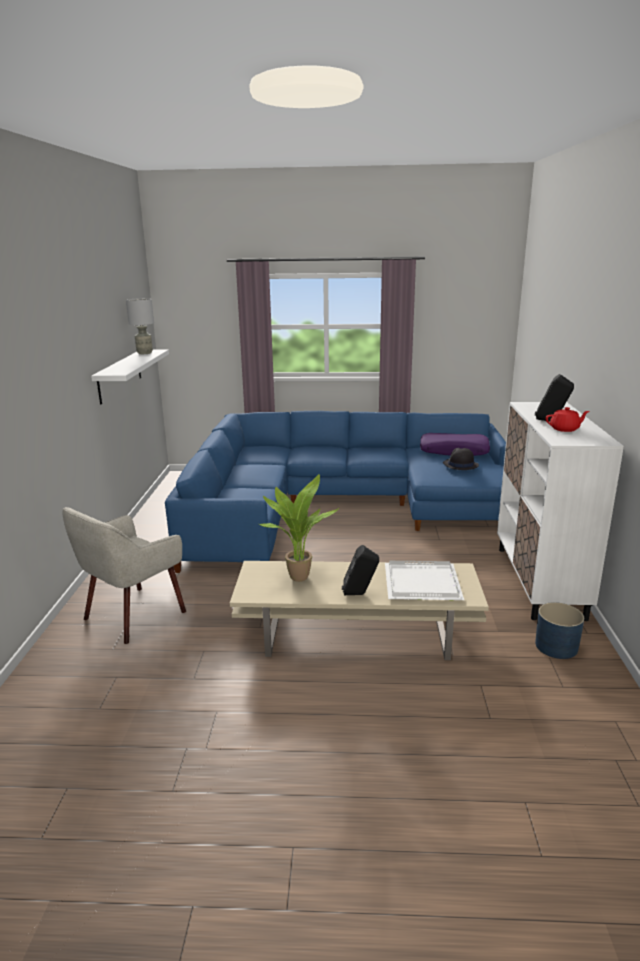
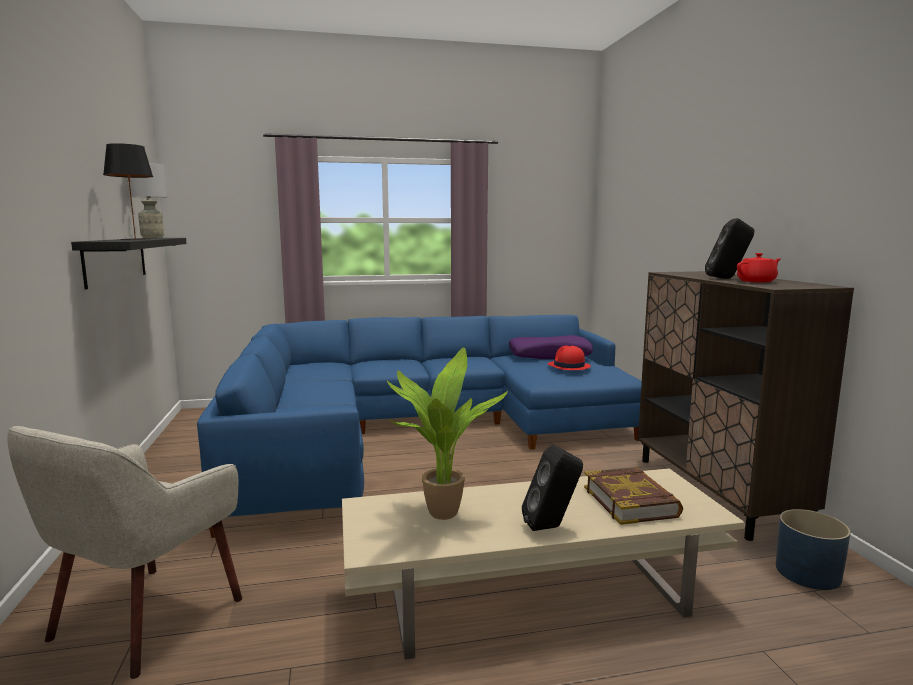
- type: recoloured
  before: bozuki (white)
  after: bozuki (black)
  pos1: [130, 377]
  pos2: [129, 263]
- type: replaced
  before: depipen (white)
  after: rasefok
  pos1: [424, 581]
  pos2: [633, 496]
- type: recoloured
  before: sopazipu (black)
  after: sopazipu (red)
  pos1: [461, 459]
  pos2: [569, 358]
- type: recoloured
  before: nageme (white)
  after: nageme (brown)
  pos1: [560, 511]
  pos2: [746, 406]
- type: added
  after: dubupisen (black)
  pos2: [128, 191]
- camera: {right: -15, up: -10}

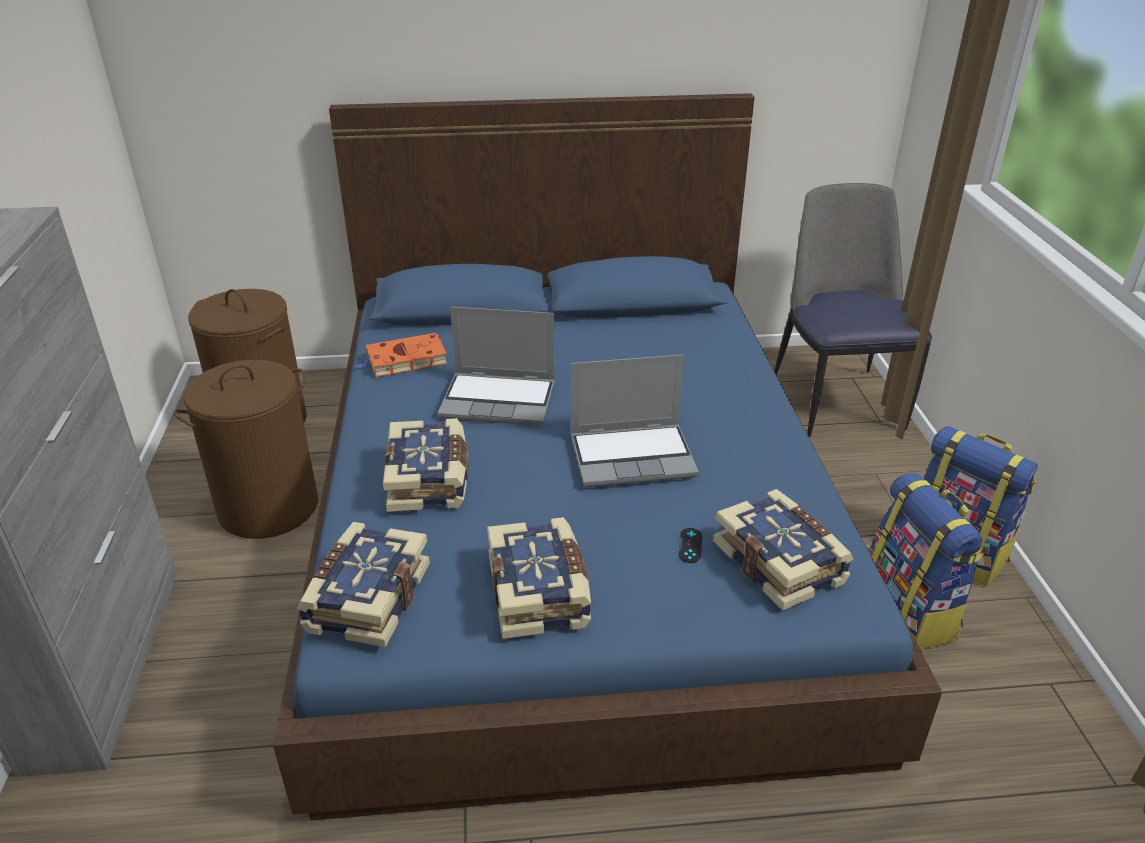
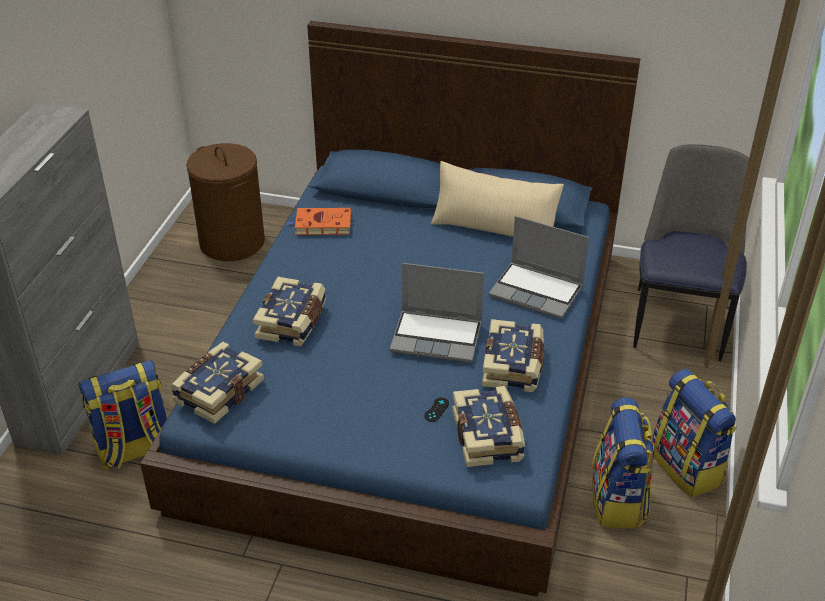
- type: removed
  before: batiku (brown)
  pos1: [246, 449]
- type: moved
  before: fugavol
  pos1: [496, 366]
  pos2: [539, 267]
- type: moved
  before: rasefok
  pos1: [539, 578]
  pos2: [513, 355]
- type: added
  after: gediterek
  pos2: [122, 415]
- type: added
  after: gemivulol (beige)
  pos2: [497, 199]
- camera: {right: 20, up: 5}

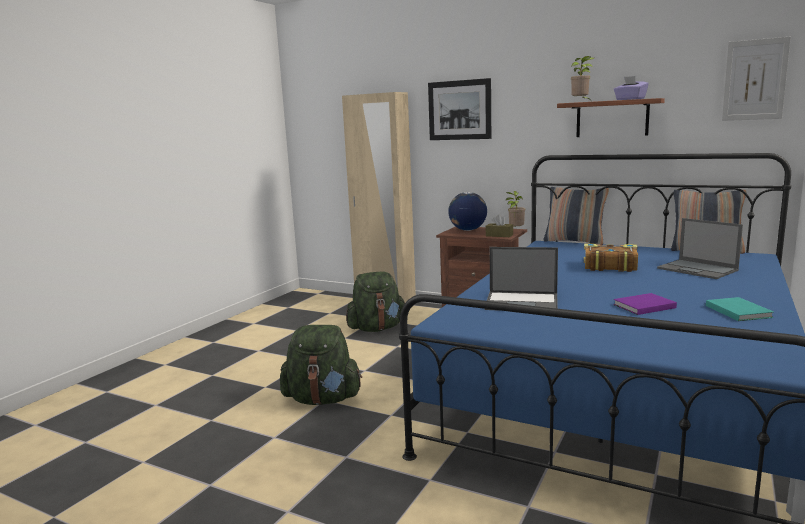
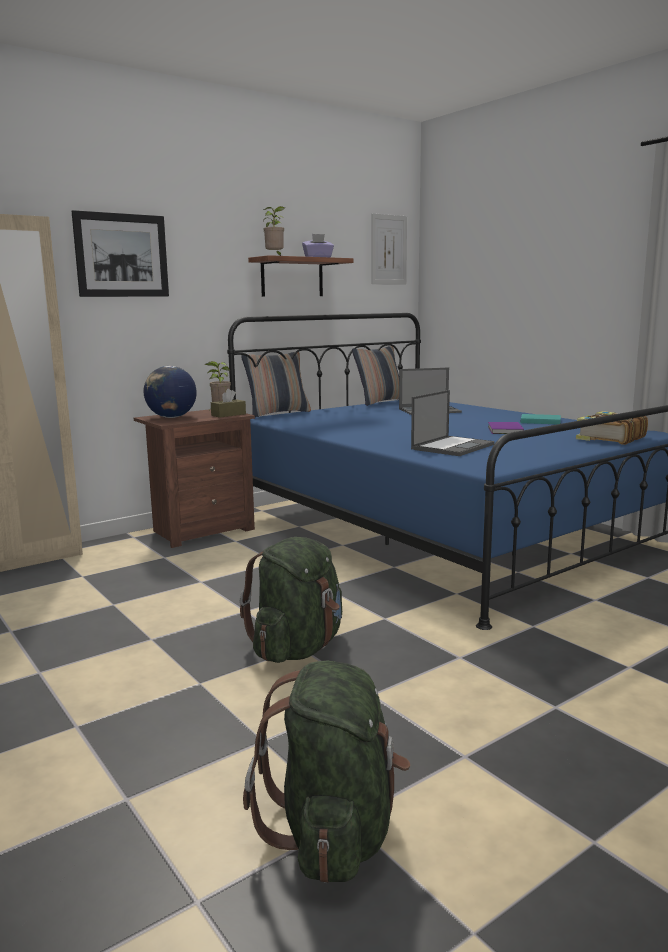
- type: moved
  before: gediterek (green)
  pos1: [375, 302]
  pos2: [326, 771]
- type: moved
  before: rasefok
  pos1: [611, 257]
  pos2: [612, 428]
- camera: {right: -65, up: 0}

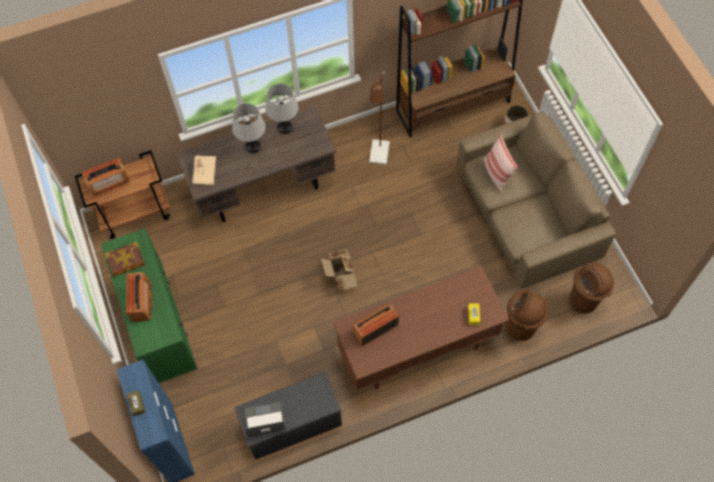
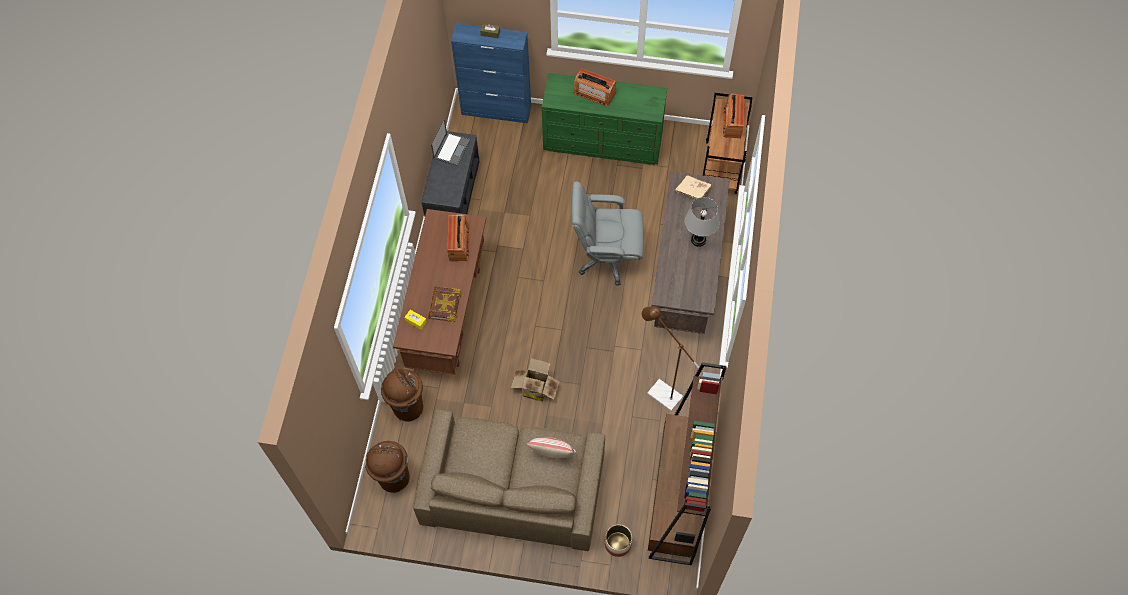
- type: moved
  before: rasefok
  pos1: [125, 259]
  pos2: [444, 304]
- type: removed
  before: dubupisen (grey)
  pos1: [282, 109]
- type: moved
  before: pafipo
  pos1: [339, 270]
  pos2: [535, 380]
- type: added
  after: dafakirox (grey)
  pos2: [607, 233]
- camera: {right: 120, up: 0}

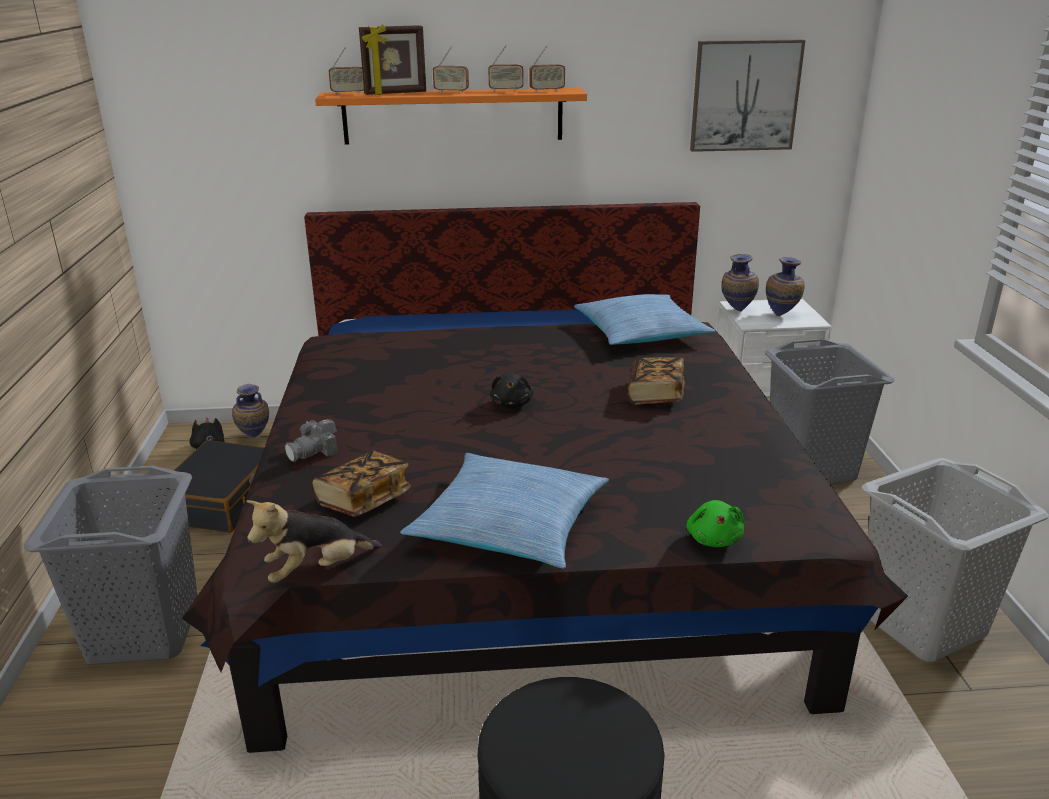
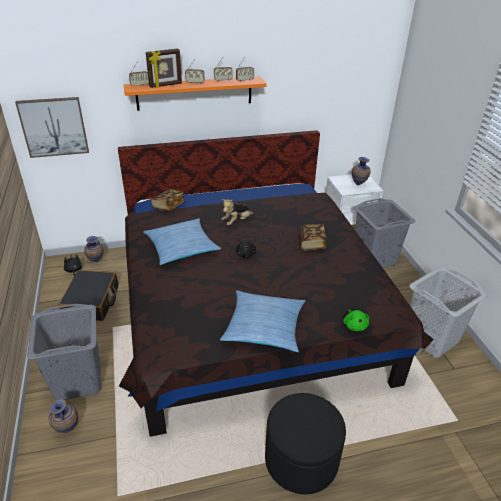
- type: moved
  before: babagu
  pos1: [313, 541]
  pos2: [238, 212]
- type: removed
  before: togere
  pos1: [311, 440]
- type: moved
  before: rasefok
  pos1: [361, 483]
  pos2: [168, 200]
- type: moved
  before: gemivulol
  pos1: [644, 319]
  pos2: [182, 241]
- type: moved
  before: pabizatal
  pos1: [747, 96]
  pos2: [52, 127]
- type: moved
  before: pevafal
  pos1: [740, 283]
  pos2: [63, 416]
- camera: {right: -10, up: 10}

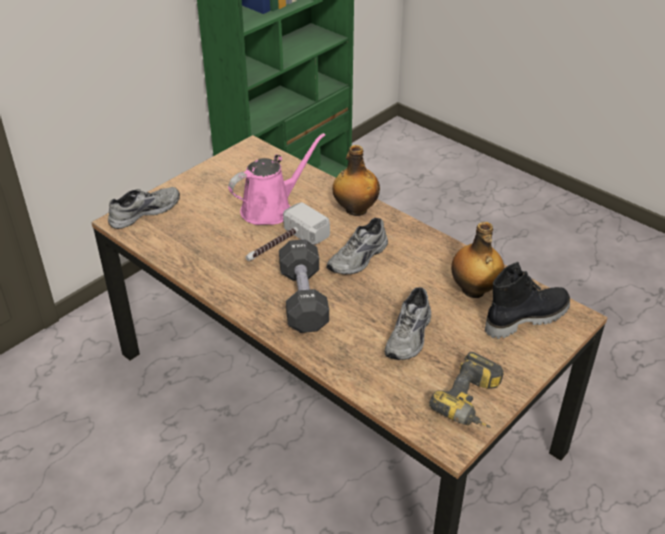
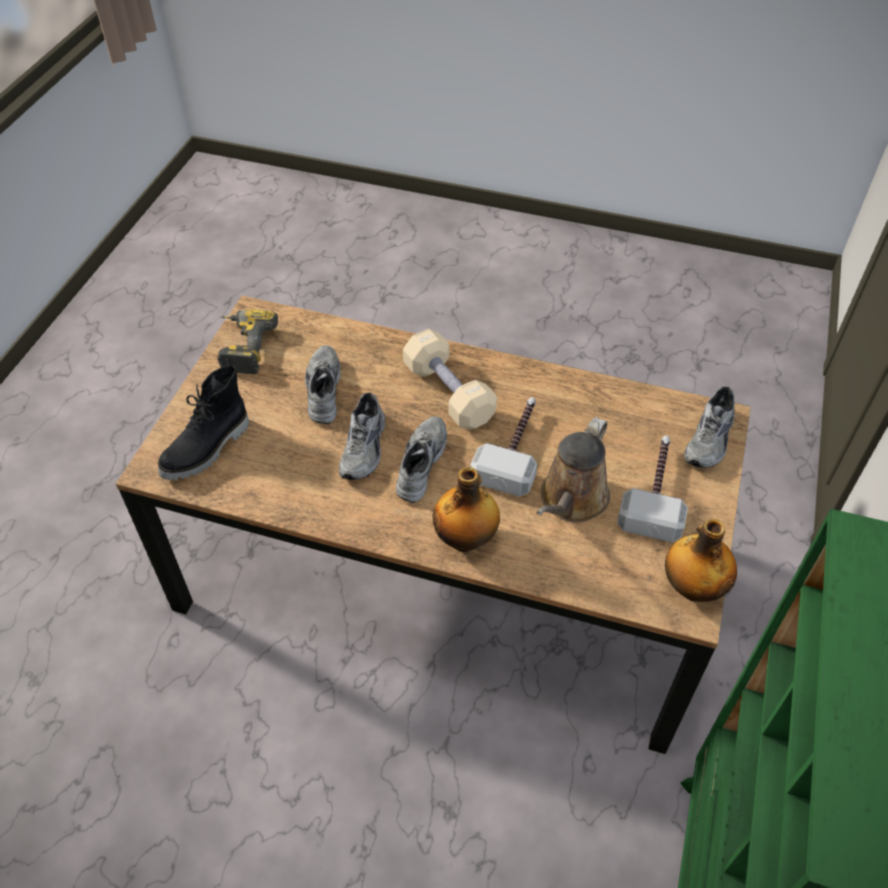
- type: recoloured
  before: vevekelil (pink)
  after: vevekelil (brown)
  pos1: [276, 179]
  pos2: [573, 469]
- type: recoloured
  before: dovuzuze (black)
  after: dovuzuze (beige)
  pos1: [304, 286]
  pos2: [450, 379]
- type: moved
  before: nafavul
  pos1: [477, 260]
  pos2: [701, 560]
- type: added
  after: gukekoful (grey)
  pos2: [362, 436]
- type: added
  after: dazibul
  pos2: [652, 489]
- camera: {right: 155, up: 10}

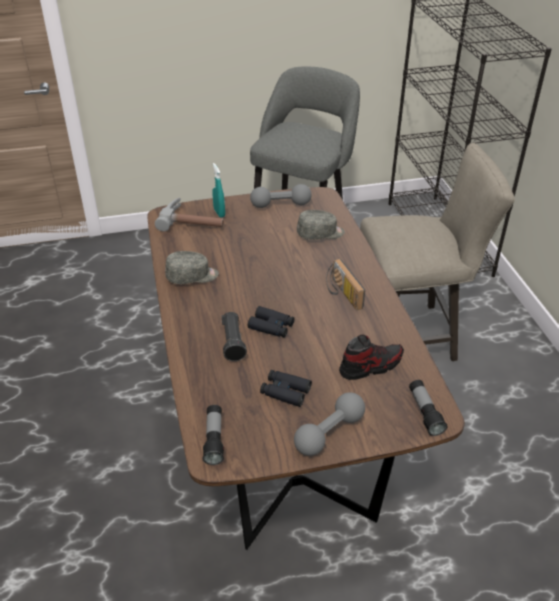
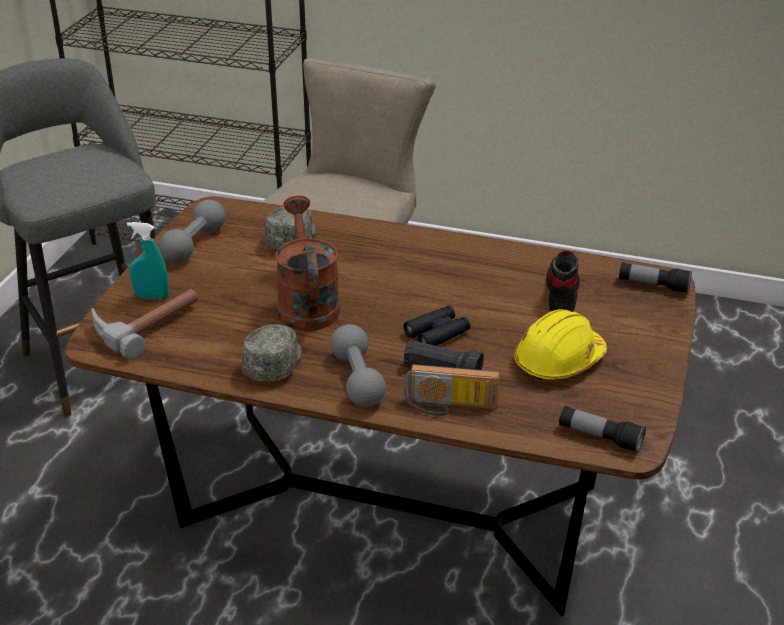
- type: replaced
  before: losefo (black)
  after: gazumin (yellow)
  pos1: [286, 388]
  pos2: [560, 345]
- type: moved
  before: dovuzuze (grey)
  pos1: [329, 424]
  pos2: [358, 365]
- type: moved
  before: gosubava
  pos1: [345, 284]
  pos2: [451, 390]
- type: added
  after: vevekelil (brown)
  pos2: [307, 263]
- camera: {right: -60, up: -5}

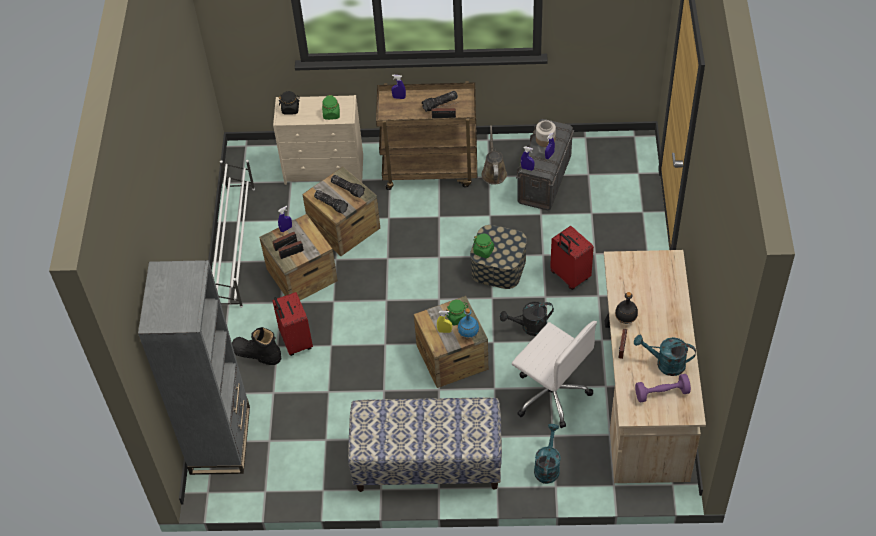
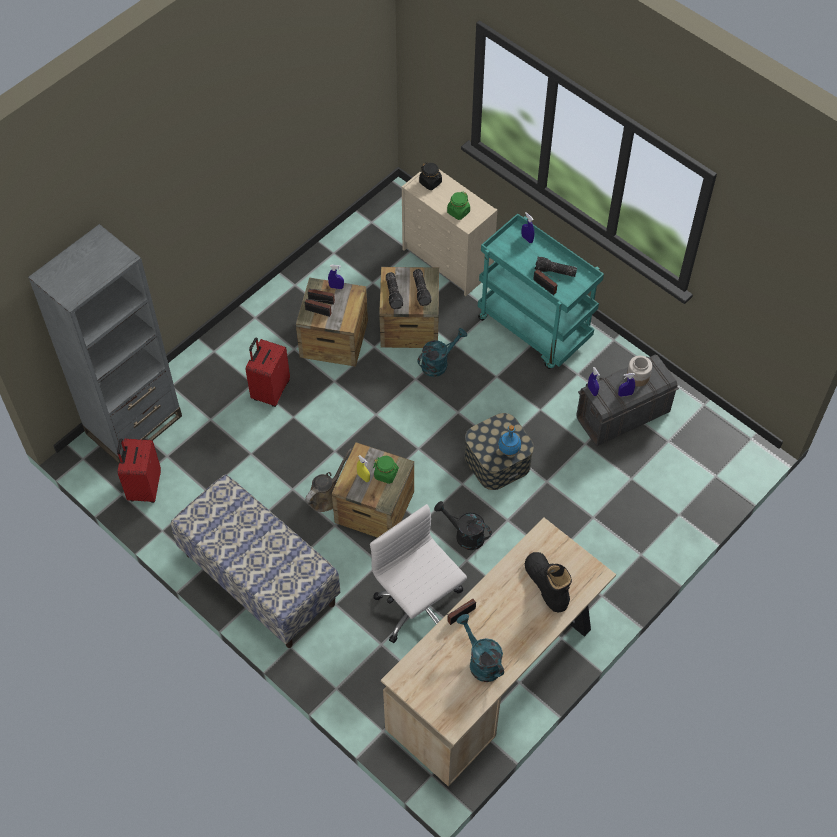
- type: removed
  before: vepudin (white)
  pos1: [233, 234]
- type: moved
  before: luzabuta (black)
  pos1: [256, 346]
  pos2: [548, 582]
- type: recoloured
  before: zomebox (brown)
  after: zomebox (turquoise)
  pos1: [426, 135]
  pos2: [541, 291]
- type: moved
  before: nafavul (blue)
  pos1: [468, 323]
  pos2: [509, 440]
- type: removed
  before: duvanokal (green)
  pos1: [484, 246]
- type: moved
  before: vevekelil (brown)
  pos1: [494, 155]
  pos2: [328, 480]
- type: turned
  before: dafakirox (white)
  pos1: [554, 374]
  pos2: [418, 573]
  turn: 150
- type: moved
  before: vevekelil (turquoise)
  pos1: [547, 454]
  pos2: [442, 352]
- type: moved
  before: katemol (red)
  pos1: [572, 258]
  pos2: [139, 471]
- type: removed
  before: nafavul (black)
  pos1: [626, 308]
- type: removed
  before: dovuzuze (purple)
  pos1: [663, 388]
- camera: {right: 40, up: 5}

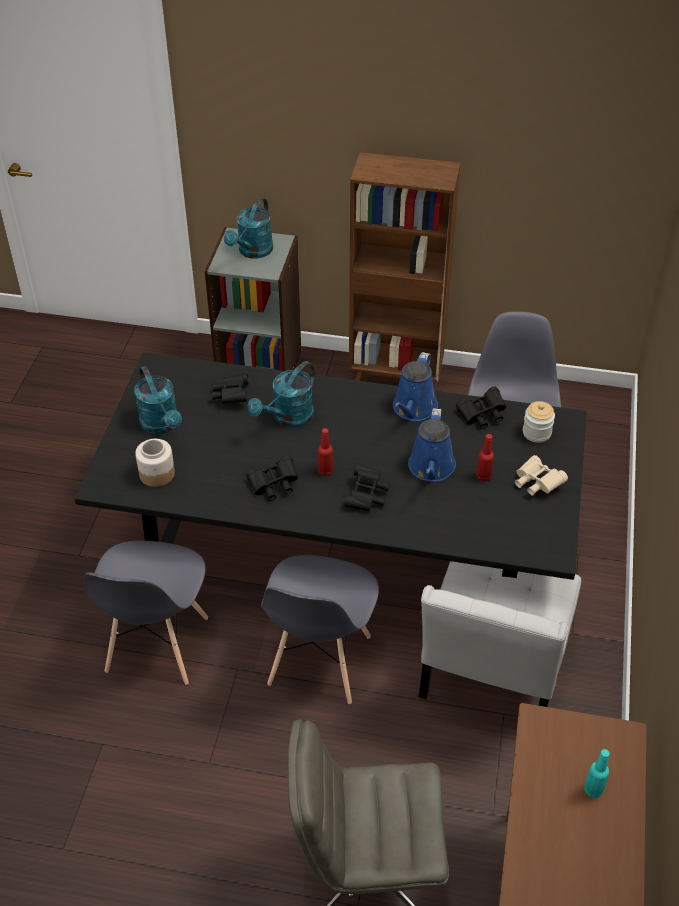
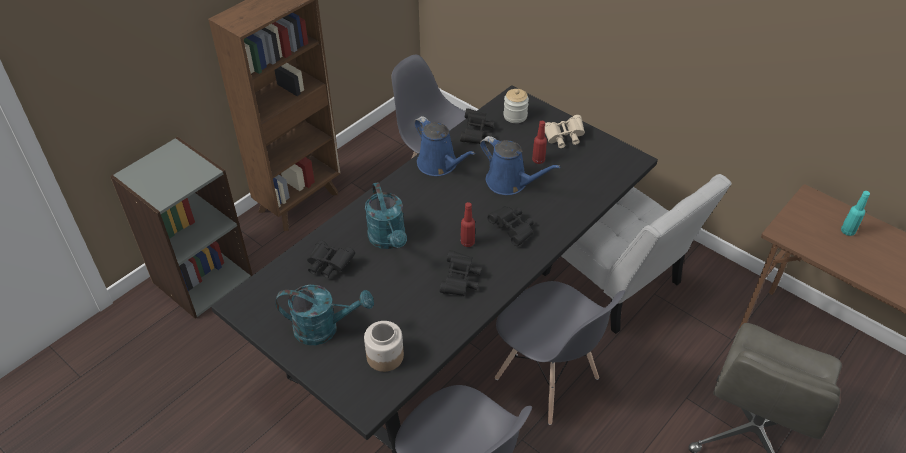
- type: removed
  before: vevekelil (turquoise)
  pos1: [248, 228]
- camera: {right: -60, up: 0}

